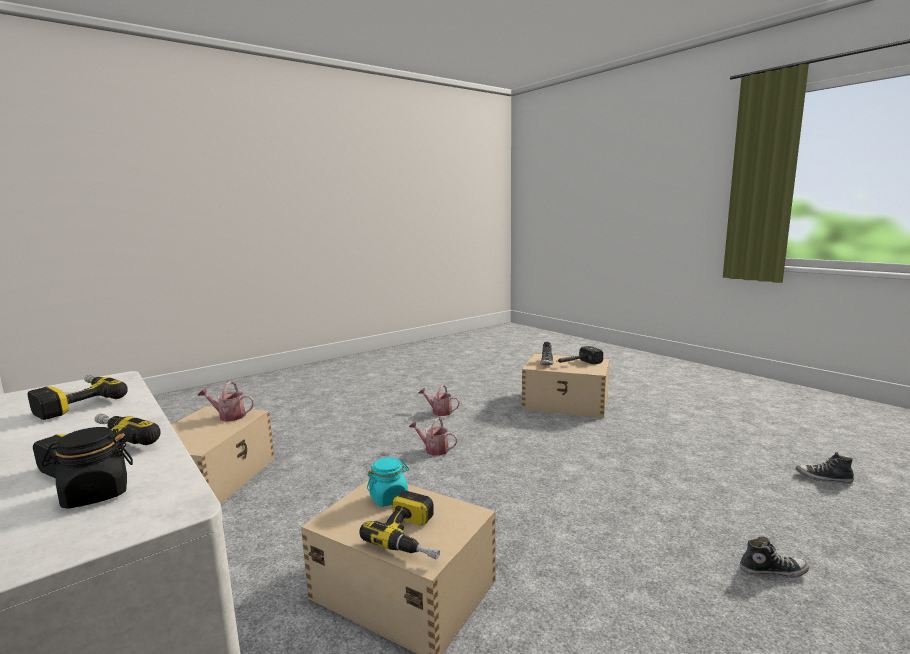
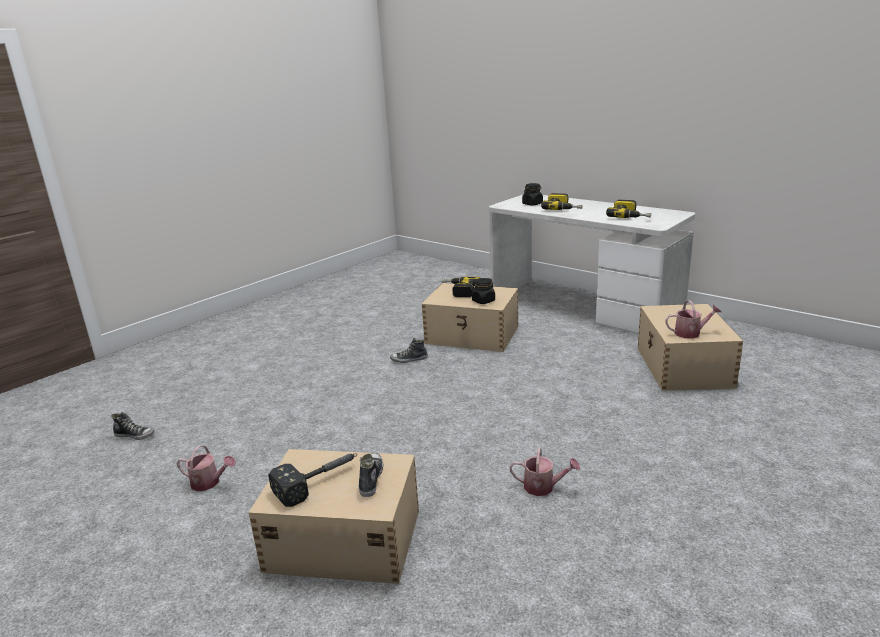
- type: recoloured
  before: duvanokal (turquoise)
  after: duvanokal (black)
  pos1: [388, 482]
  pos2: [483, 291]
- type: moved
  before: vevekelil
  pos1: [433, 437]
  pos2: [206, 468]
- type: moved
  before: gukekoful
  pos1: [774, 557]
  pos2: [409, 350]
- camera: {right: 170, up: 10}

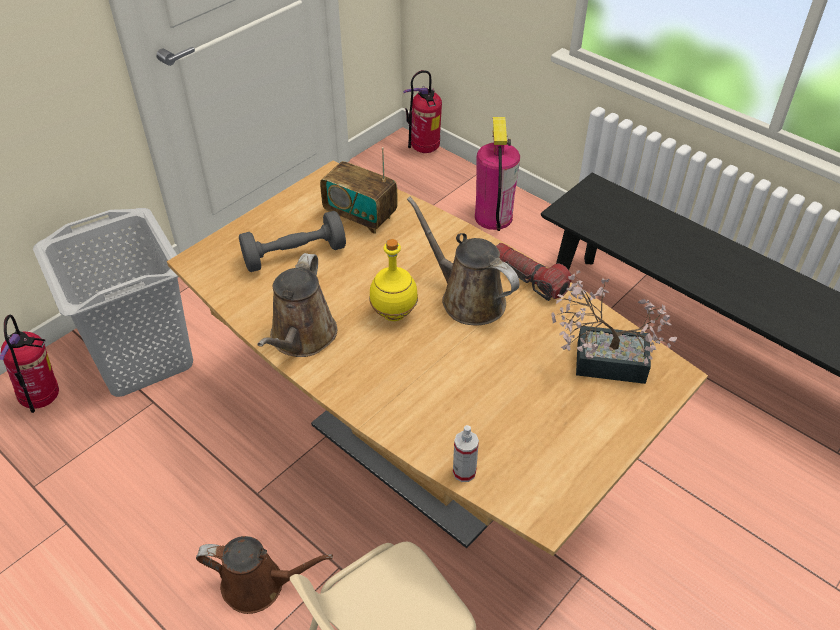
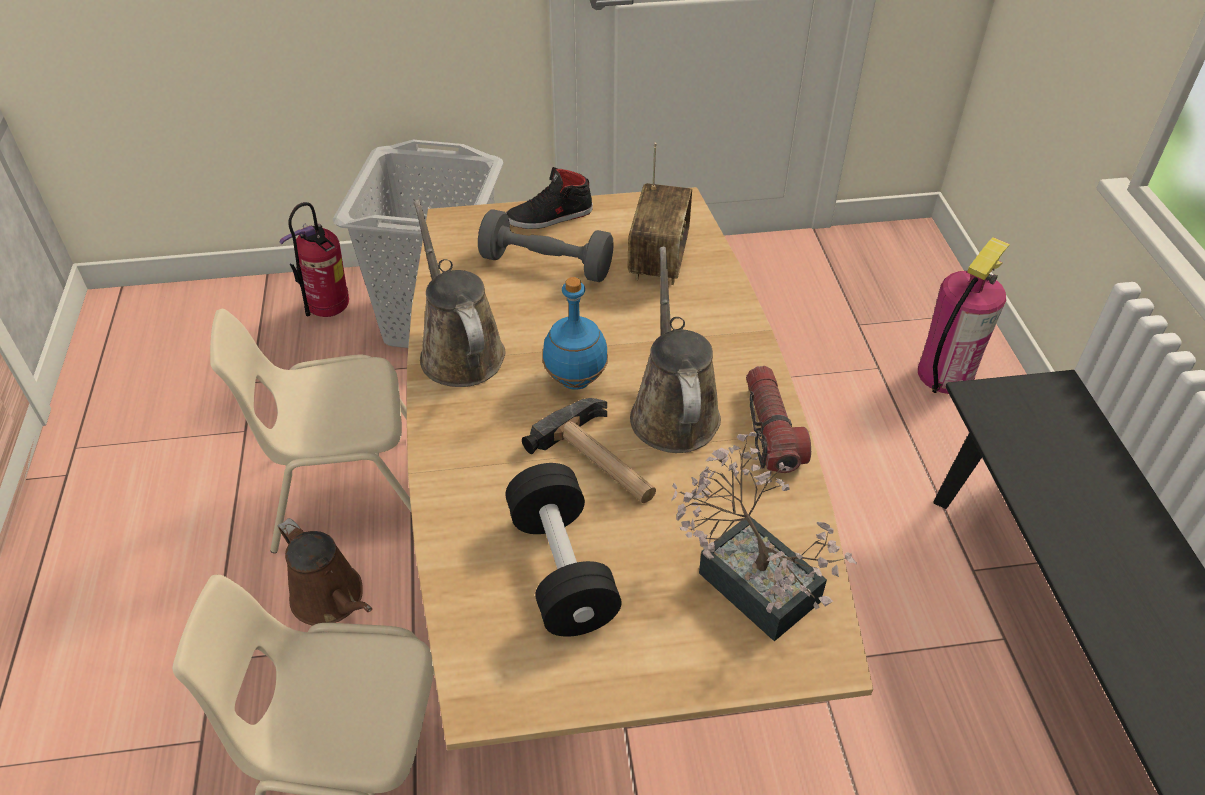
- type: turned
  before: vevekelil (brown)
  pos1: [297, 305]
  pos2: [459, 293]
  turn: 105
- type: turned
  before: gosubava
  pos1: [359, 190]
  pos2: [660, 214]
  turn: -150
- type: recoloured
  before: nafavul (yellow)
  after: nafavul (blue)
  pos1: [393, 280]
  pos2: [575, 333]
- type: removed
  before: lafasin
  pos1: [422, 111]
- type: removed
  before: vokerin
  pos1: [466, 453]
- type: added
  after: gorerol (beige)
  pos2: [310, 431]
- type: added
  after: gukekoful (black)
  pos2: [549, 198]
- type: added
  after: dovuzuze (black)
  pos2: [564, 550]
- type: added
  after: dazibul
  pos2: [589, 450]
- camera: {right: 40, up: 0}

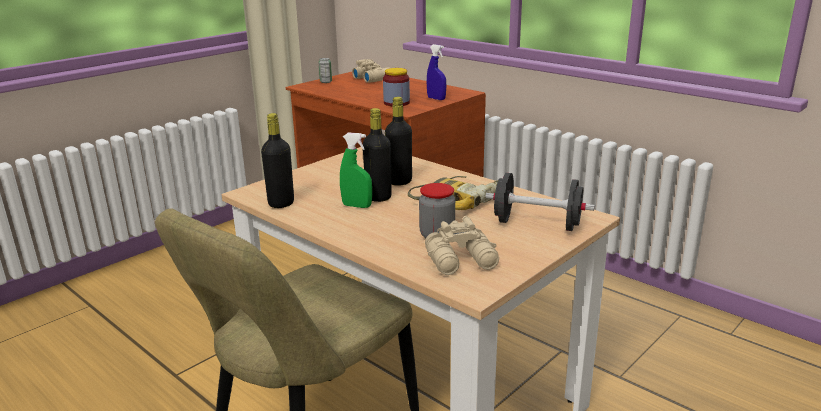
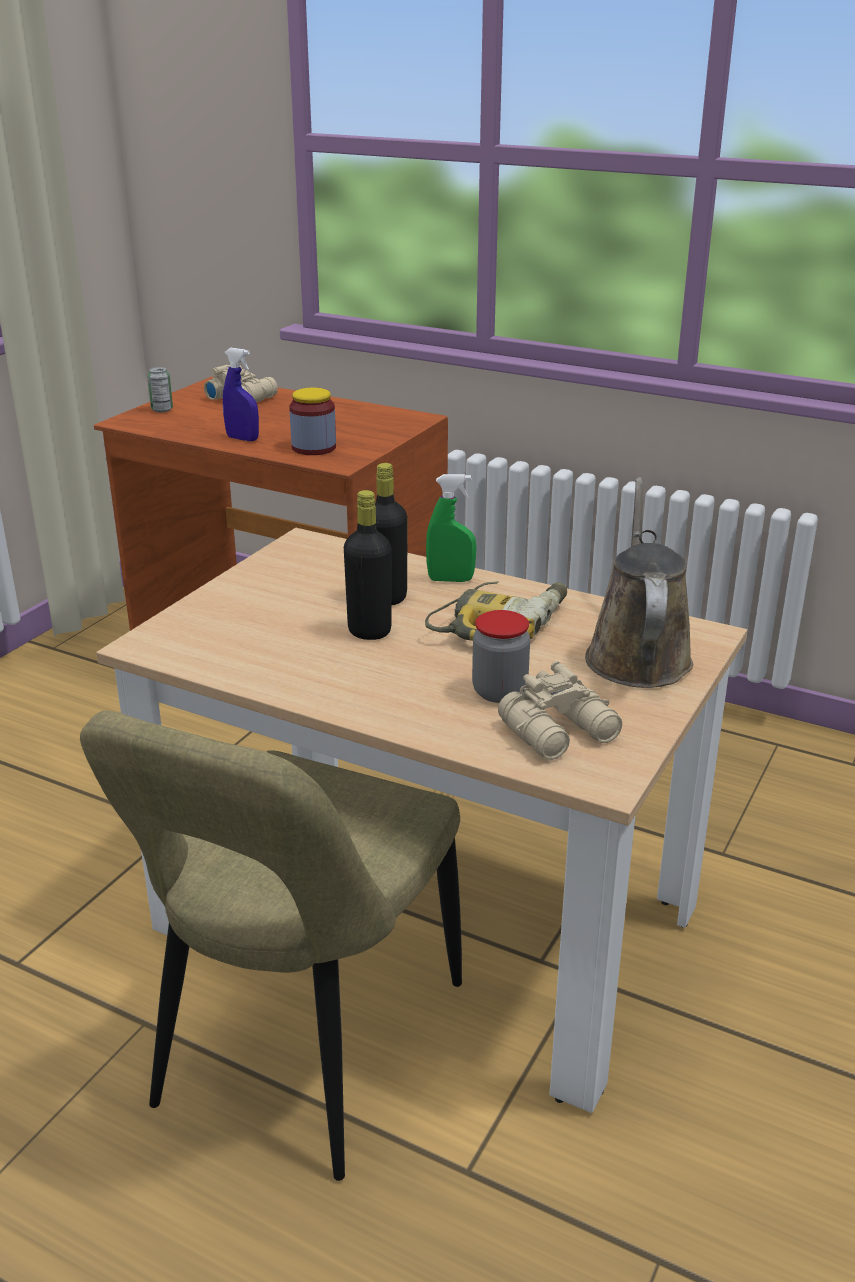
- type: removed
  before: nafavul (black)
  pos1: [277, 160]
- type: moved
  before: vokerin (green)
  pos1: [356, 170]
  pos2: [451, 528]
- type: moved
  before: vokerin (blue)
  pos1: [436, 72]
  pos2: [241, 394]
- type: replaced
  before: dovuzuze (black)
  after: vevekelil (brown)
  pos1: [540, 202]
  pos2: [639, 582]
- camera: {right: -15, up: 5}

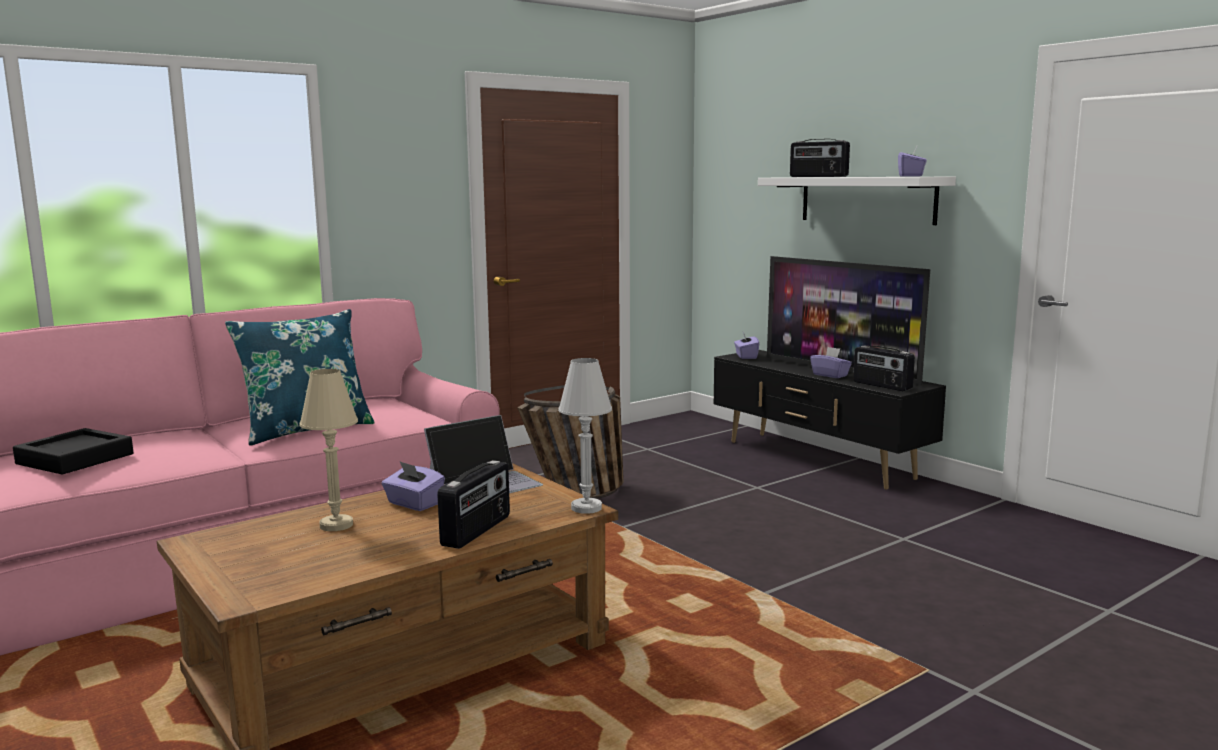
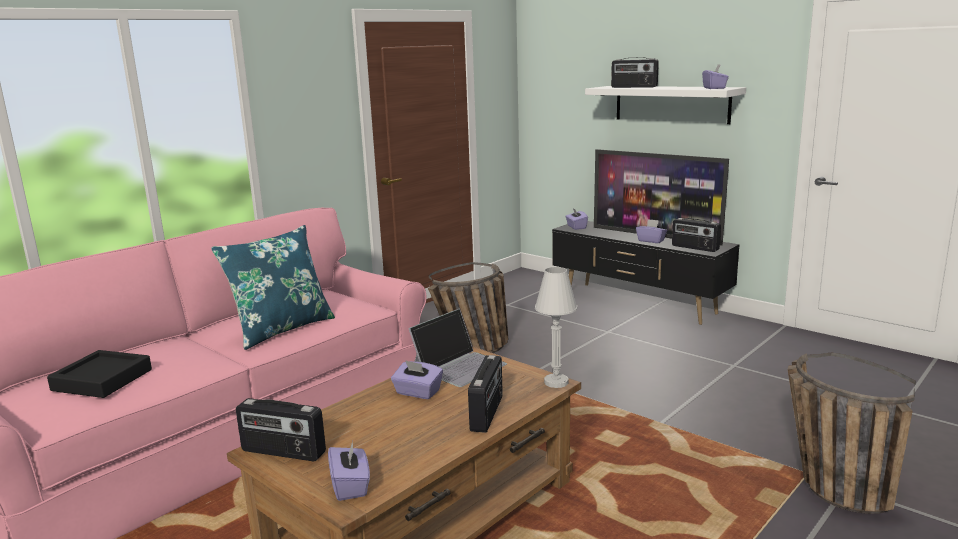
- type: removed
  before: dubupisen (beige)
  pos1: [328, 450]
- type: added
  after: gosubava
  pos2: [281, 429]
- type: added
  after: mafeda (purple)
  pos2: [349, 471]
- type: added
  after: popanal
  pos2: [852, 433]
- camera: {right: -10, up: 5}

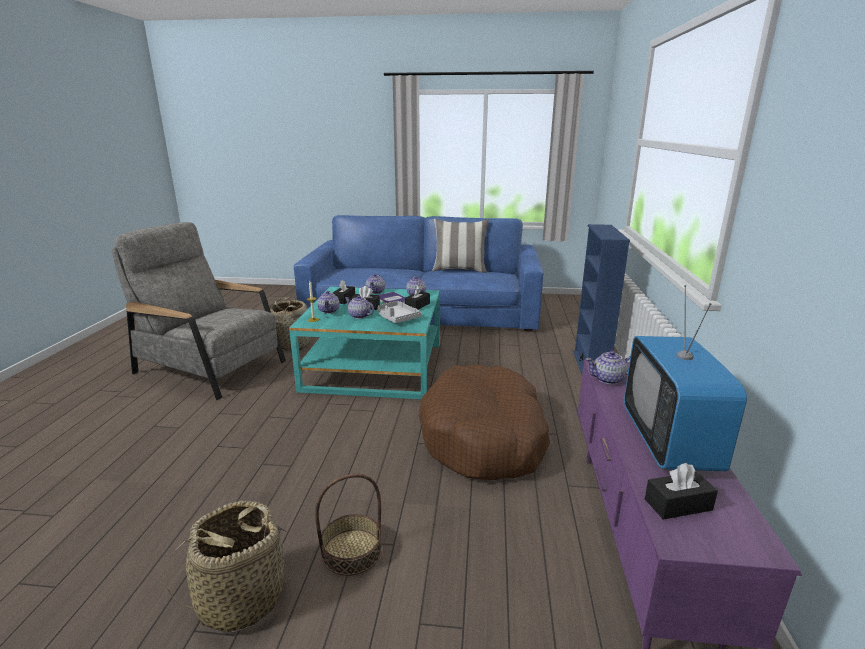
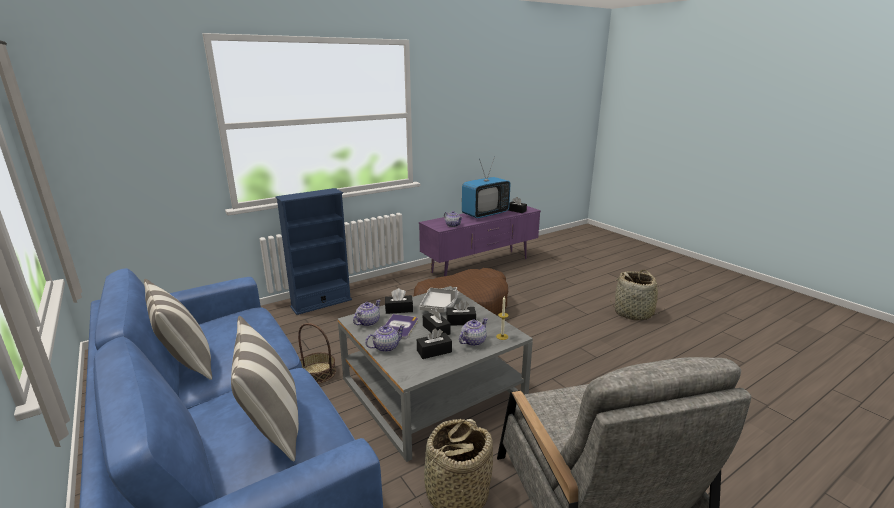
- type: recoloured
  before: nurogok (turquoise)
  after: nurogok (grey)
  pos1: [364, 343]
  pos2: [435, 374]
- type: moved
  before: popanal
  pos1: [348, 525]
  pos2: [317, 353]
- type: replaced
  before: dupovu
  after: mafeda (black)
  pos1: [359, 307]
  pos2: [461, 313]
- type: added
  after: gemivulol
  pos2: [265, 388]
- camera: {right: -130, up: 0}

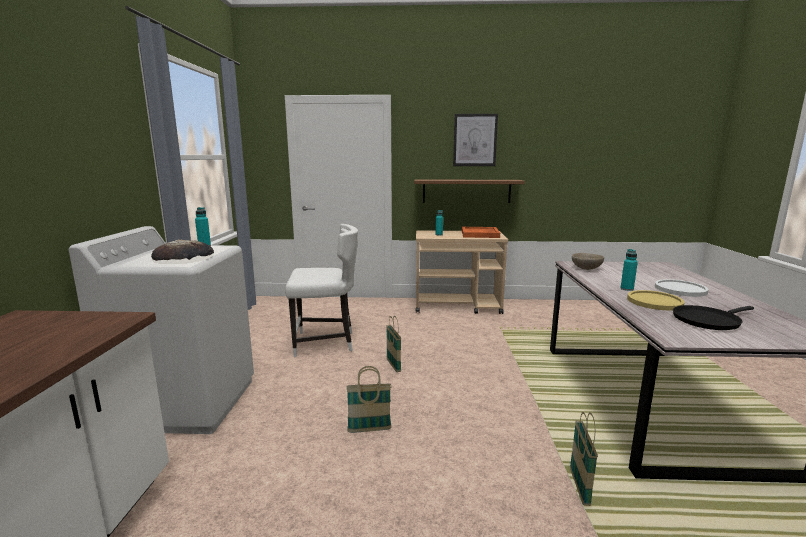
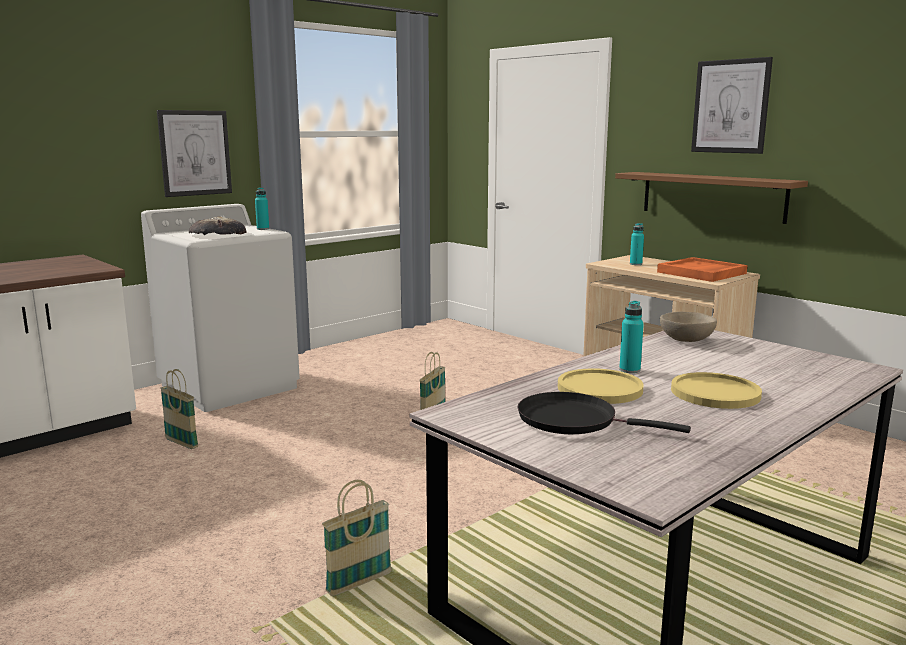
- type: removed
  before: gorerol (white)
  pos1: [321, 290]
- type: moved
  before: popanal
  pos1: [369, 399]
  pos2: [179, 409]
- type: recoloured
  before: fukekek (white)
  after: fukekek (yellow)
  pos1: [682, 288]
  pos2: [716, 390]
- type: added
  after: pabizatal
  pos2: [194, 153]
- camera: {right: 45, up: 0}

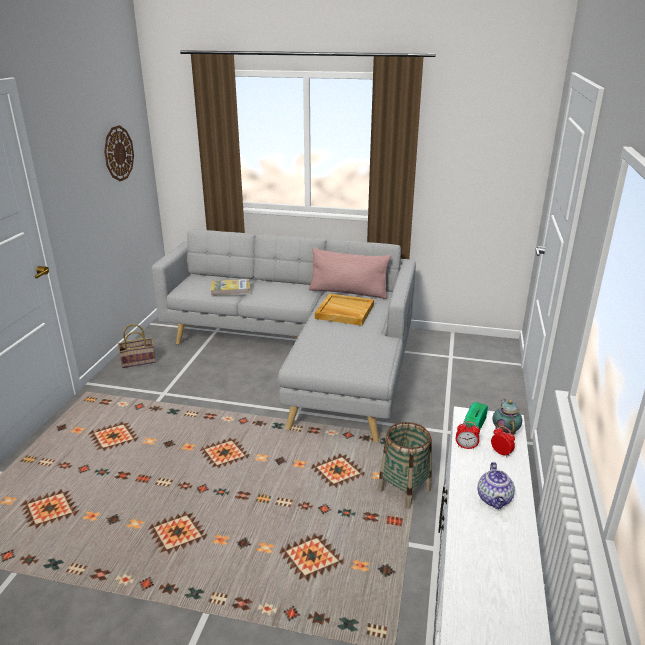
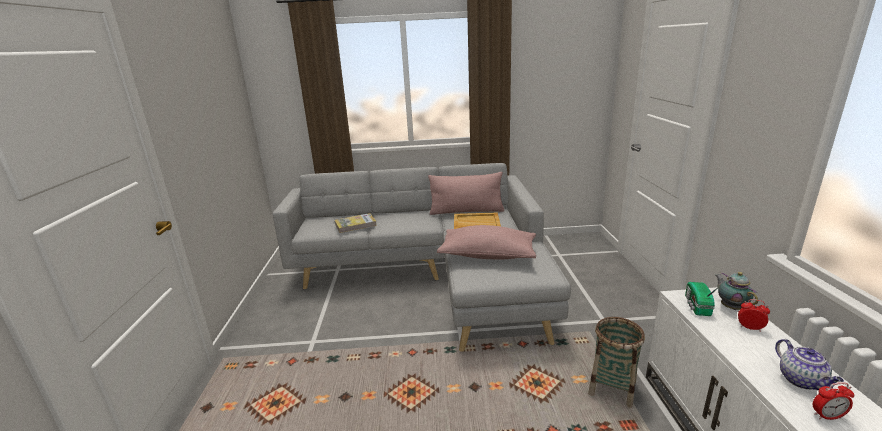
- type: removed
  before: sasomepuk
  pos1: [119, 153]
- type: removed
  before: popanal
  pos1: [137, 346]
- type: moved
  before: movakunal
  pos1: [468, 435]
  pos2: [834, 401]
- type: added
  after: gemivulol (pink)
  pos2: [486, 242]
- camera: {right: -15, up: -5}

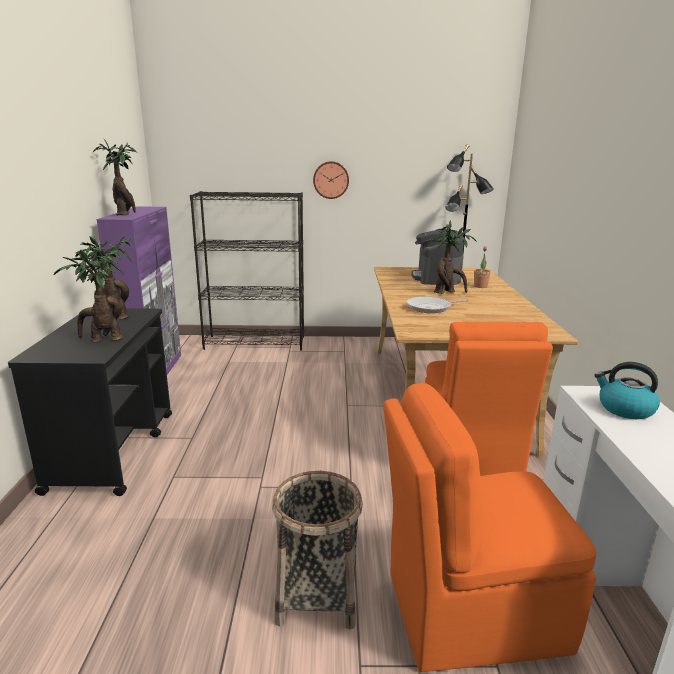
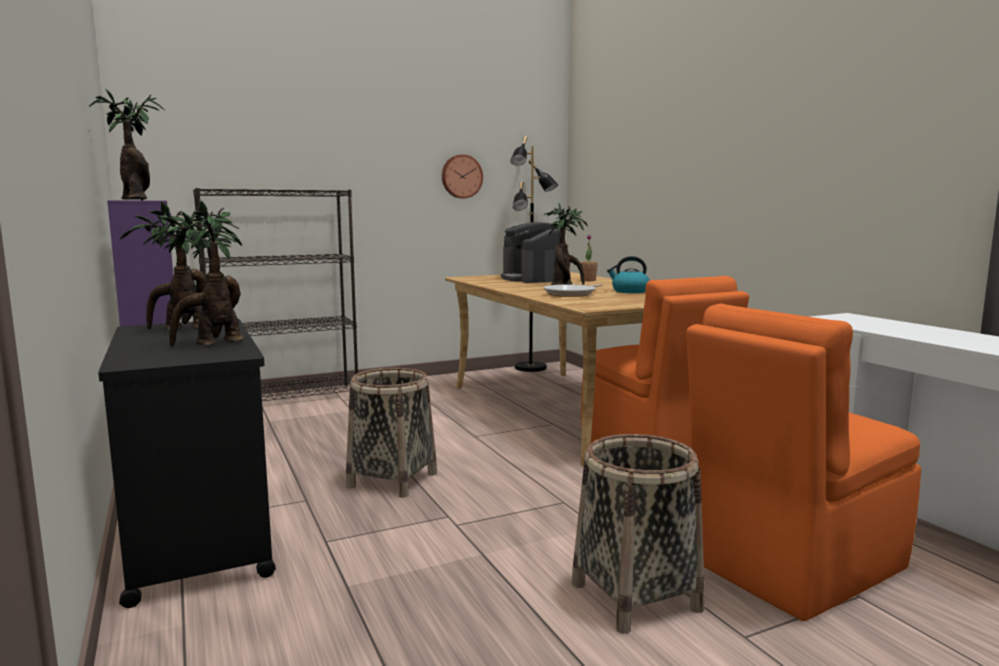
- type: moved
  before: sasomepuk
  pos1: [331, 180]
  pos2: [462, 176]
- type: moved
  before: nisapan
  pos1: [627, 390]
  pos2: [628, 274]
- type: added
  after: popanal
  pos2: [391, 433]
- camera: {right: -25, up: -10}

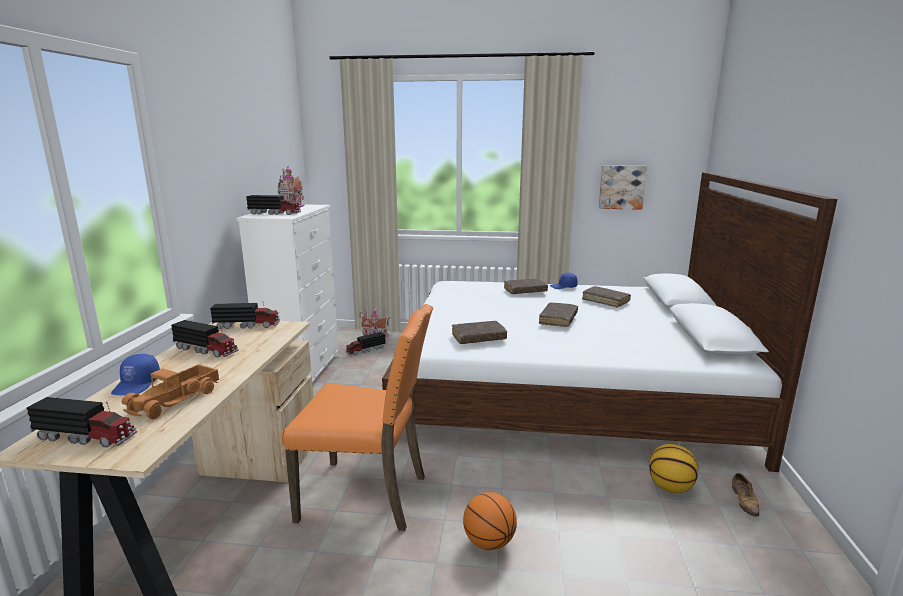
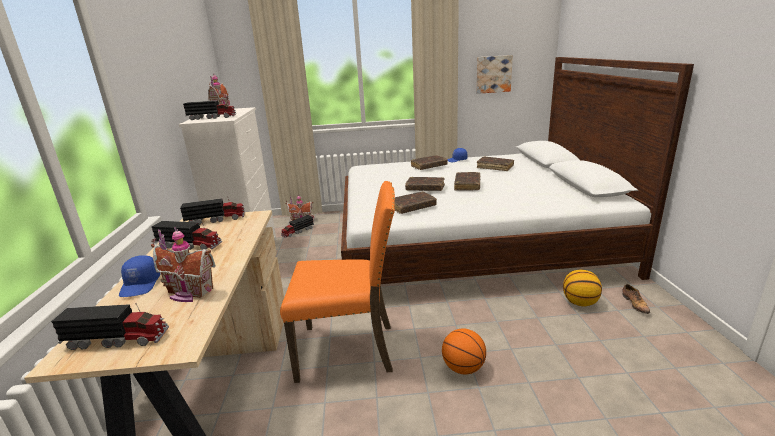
- type: replaced
  before: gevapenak
  after: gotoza
  pos1: [170, 391]
  pos2: [183, 264]
- type: added
  after: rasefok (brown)
  pos2: [425, 184]
- camera: {right: -10, up: 5}

